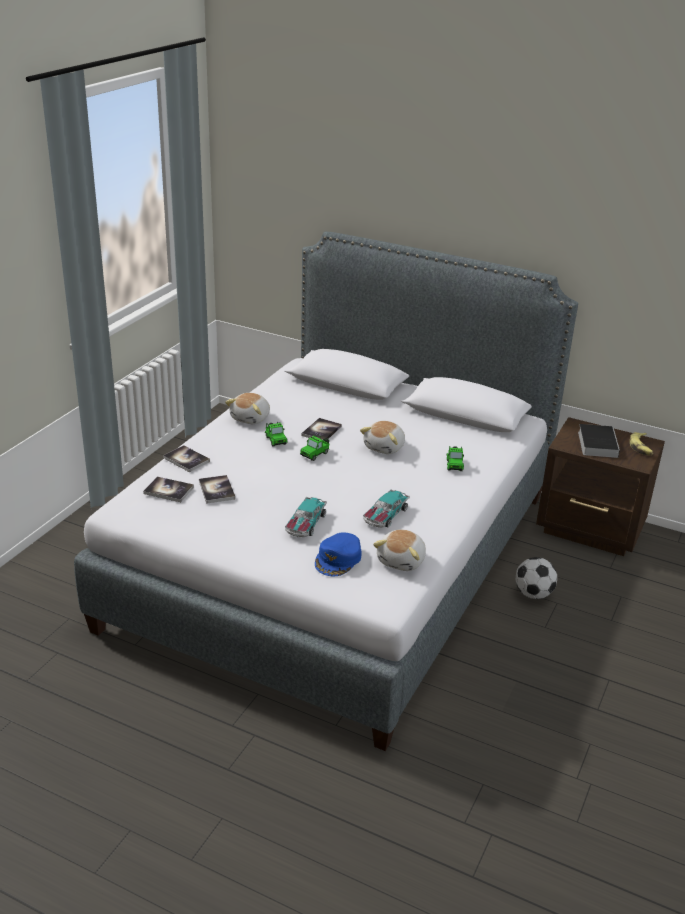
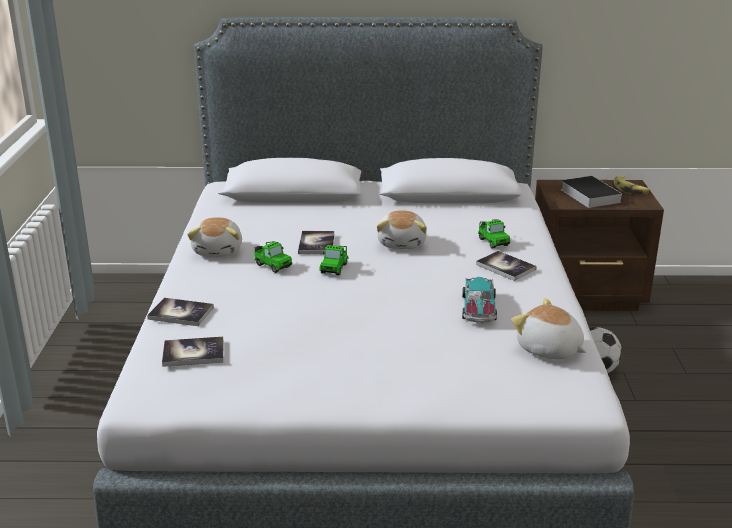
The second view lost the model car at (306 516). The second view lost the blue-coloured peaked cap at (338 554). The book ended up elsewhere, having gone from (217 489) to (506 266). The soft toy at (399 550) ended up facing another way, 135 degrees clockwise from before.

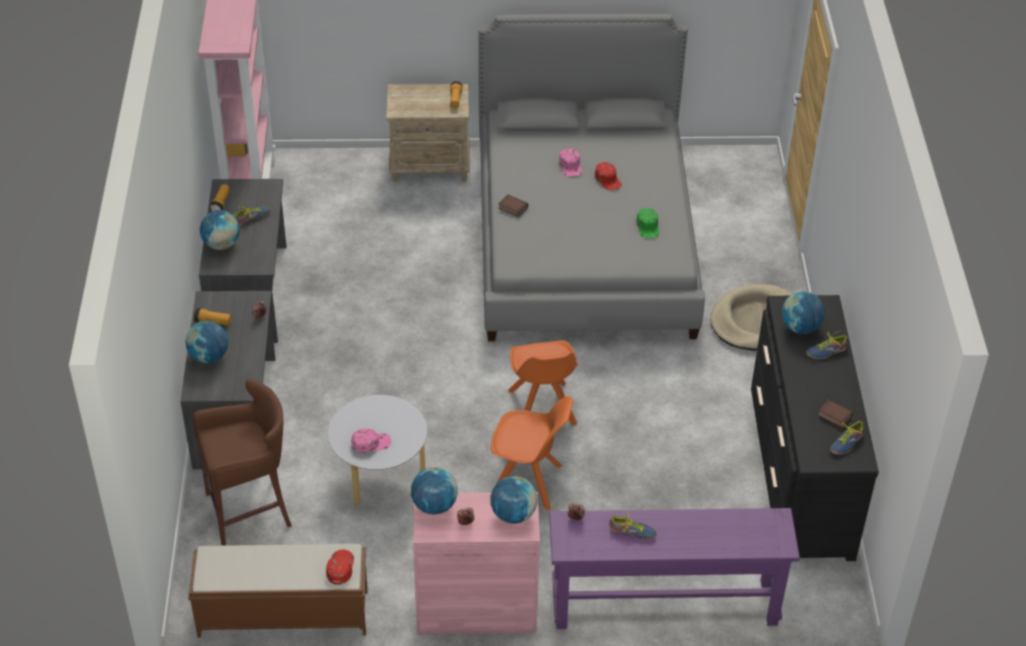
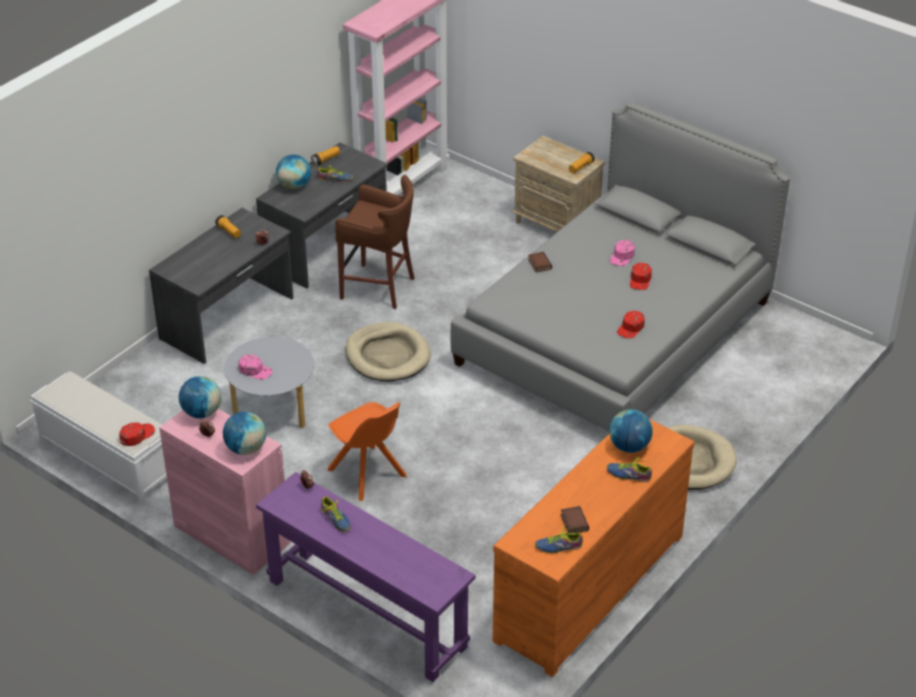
The second view lost the world globe at (207 342). The second view lost the orange plain chair at (543 383). The second view gained the beige dog bed at (388 352). The brownish sitting stool ended up elsewhere, having gone from (242 462) to (374 242). What was the brownish indoor bench at (278 591) turned into the whitish indoor bench at (98 438). What was the green peaked cap at (647 223) turned into the red-coloured peaked cap at (631 325). What was the black-coloured dresser at (815 428) turned into the orange dresser at (594 548).

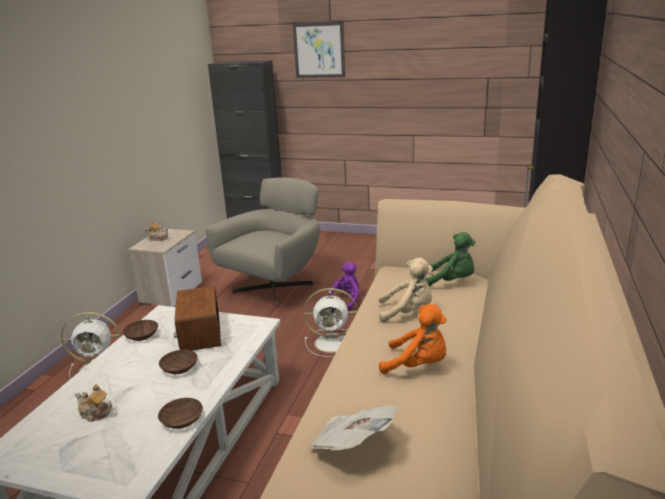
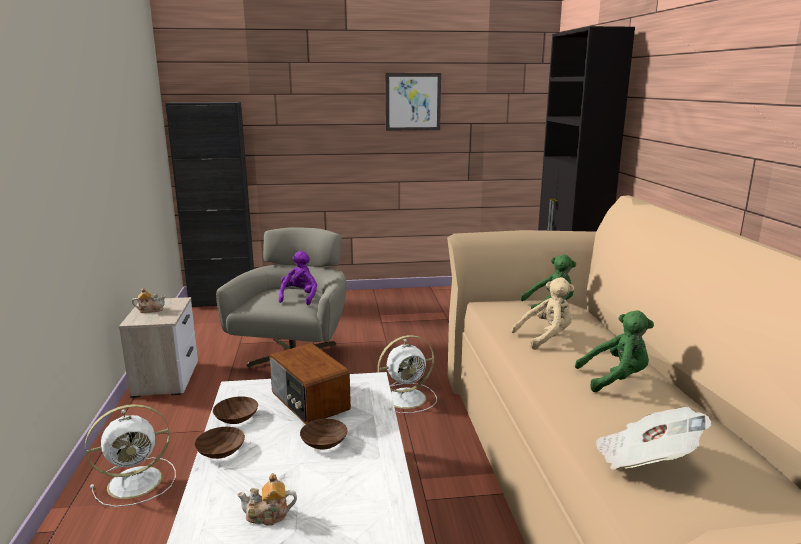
The brownish deep dish ended up elsewhere, having gone from (180 413) to (219 443). The picture ended up elsewhere, having gone from (319 49) to (413 102). The purplish soft toy ended up elsewhere, having gone from (344 286) to (298 278). What was the orange soft toy at (413 339) turned into the green soft toy at (614 351).

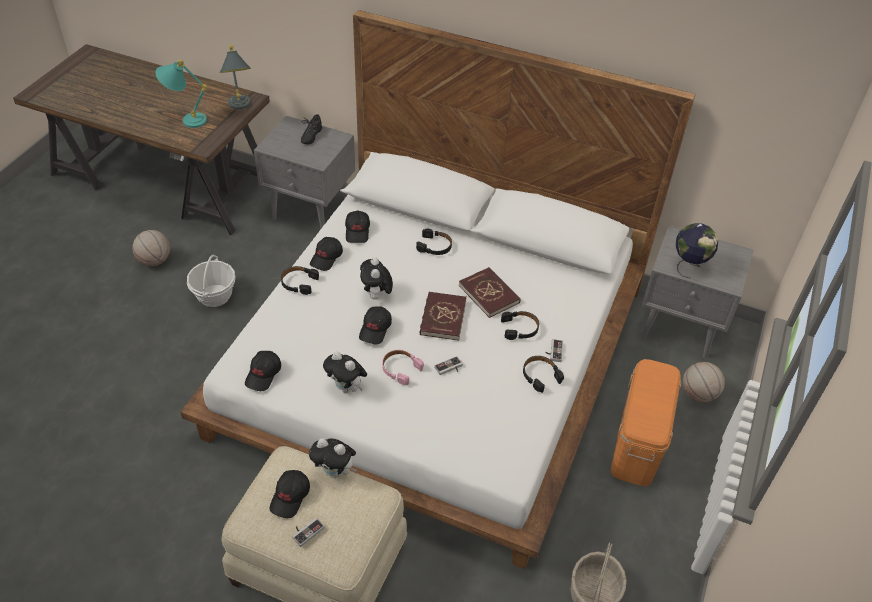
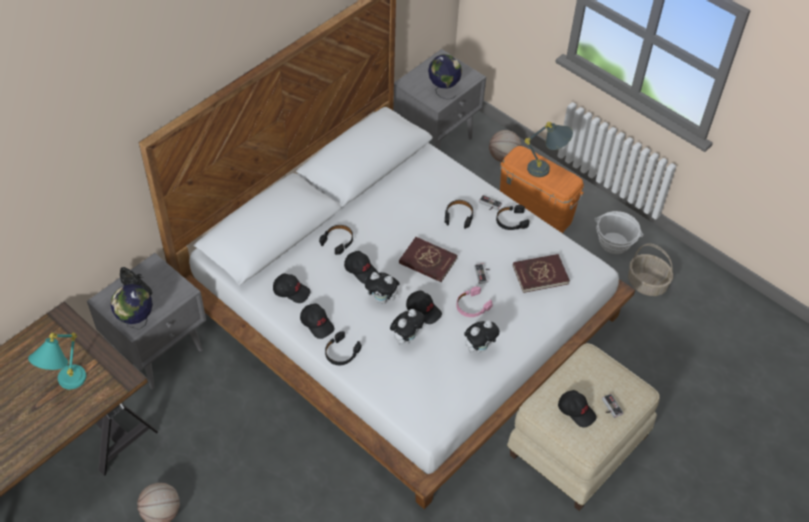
The second view gained the world globe at (132 307). The basket ended up elsewhere, having gone from (211 281) to (619 232). The gray tabletop lamp ended up elsewhere, having gone from (235 76) to (549 149). The black-coloured peaked cap ended up elsewhere, having gone from (263 371) to (361 267). The soft toy ended up elsewhere, having gone from (333 458) to (407 327). The red-coloured book ended up elsewhere, having gone from (490 292) to (541 273).

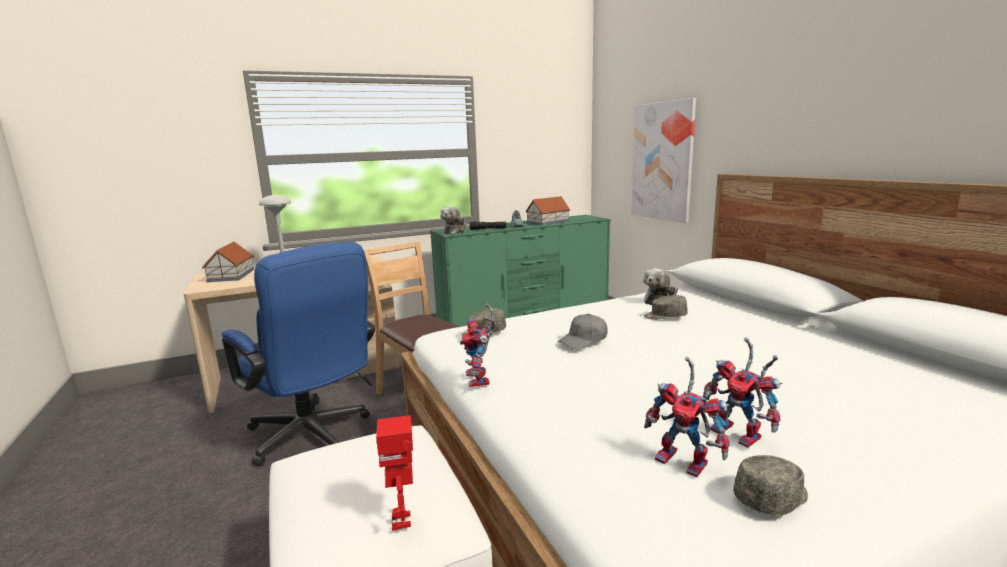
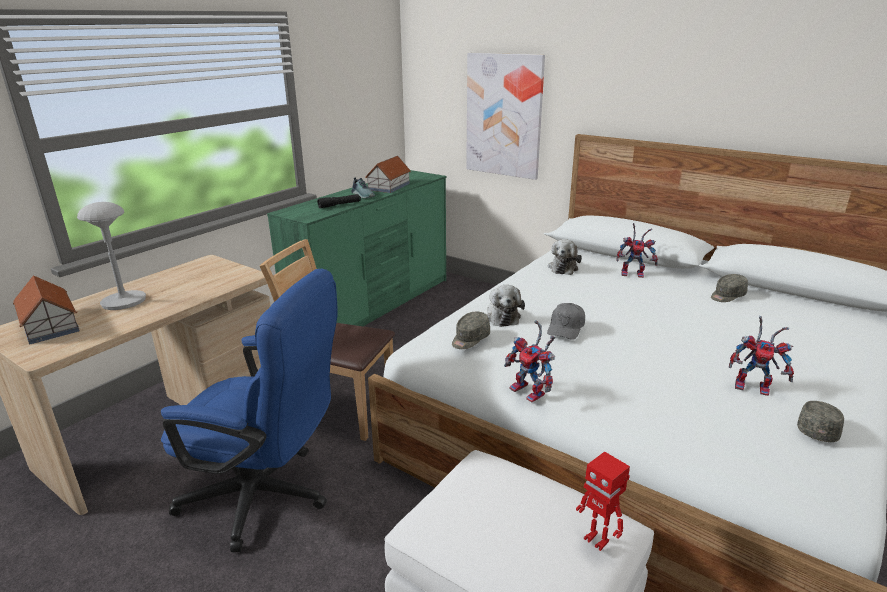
The soft toy ended up elsewhere, having gone from (453 220) to (506 306). The gray peaked cap ended up elsewhere, having gone from (666 307) to (729 288). The model robot ended up elsewhere, having gone from (687 416) to (637 250).

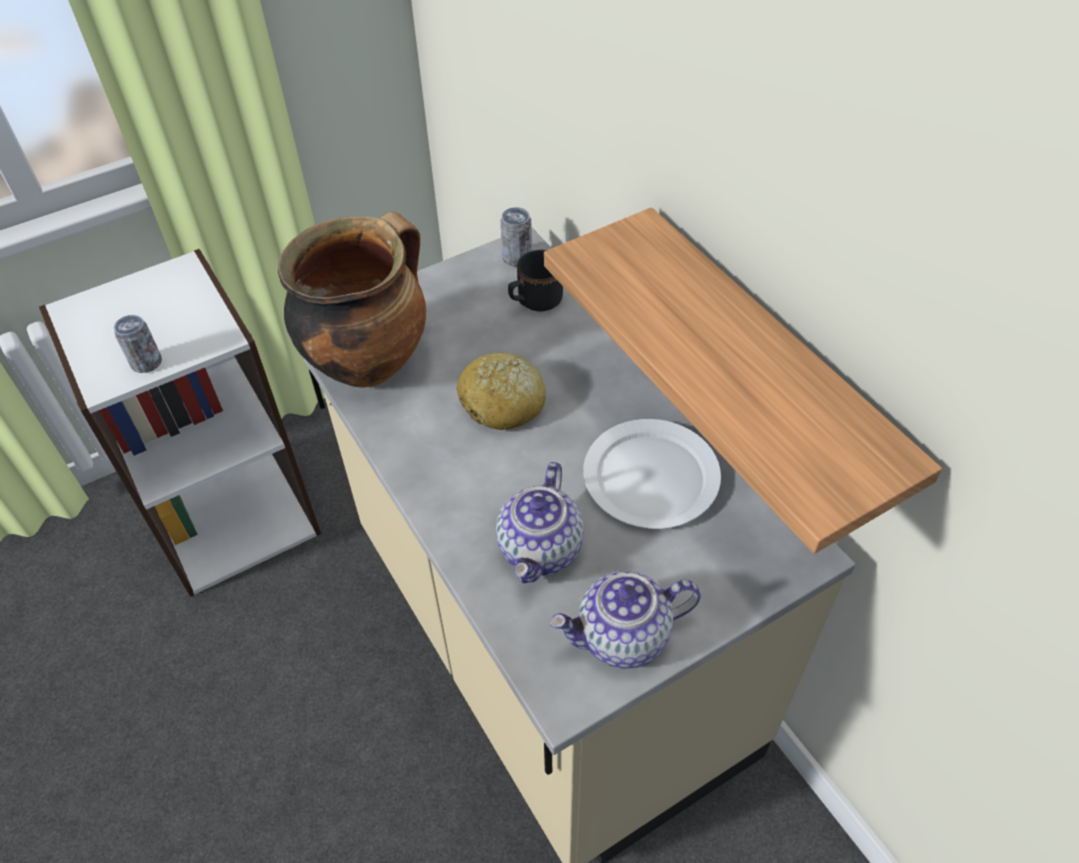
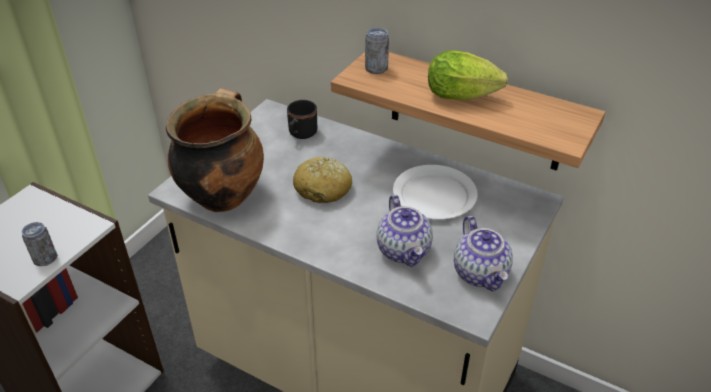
The second view gained the head of lettuce at (468 75). The metal can ended up elsewhere, having gone from (516 237) to (377 51). The pot for tea at (625 620) ended up facing another way, 60 degrees counterclockwise from before.

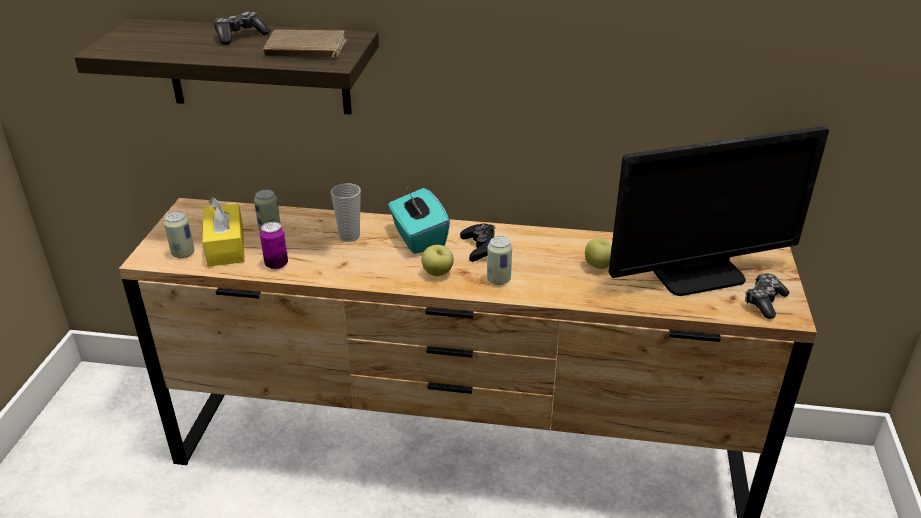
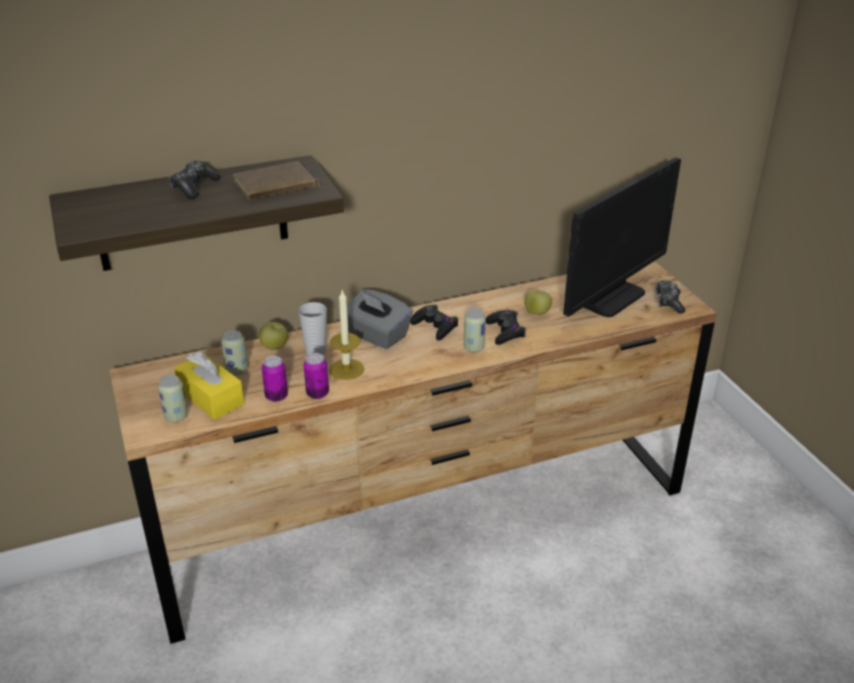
The second view gained the metal can at (316 376). The second view gained the wax candle at (346 335). The second view gained the black-coloured joypad at (506 327). The apple ended up elsewhere, having gone from (438 260) to (273 336). What was the turquoise tissue holder at (419 220) turned into the gray tissue holder at (380 319).

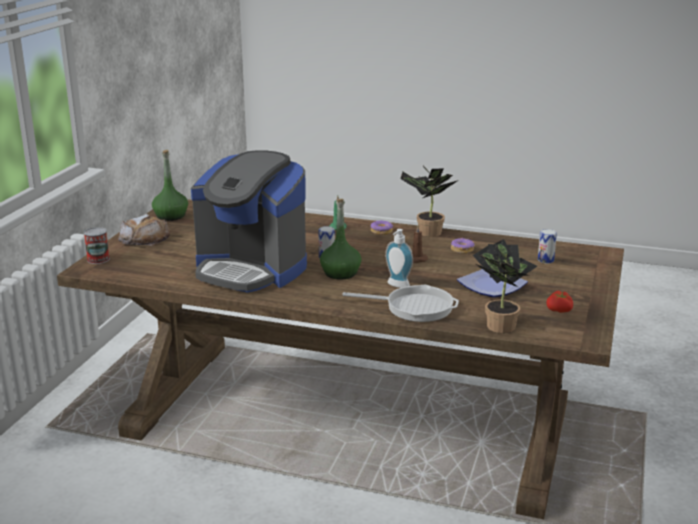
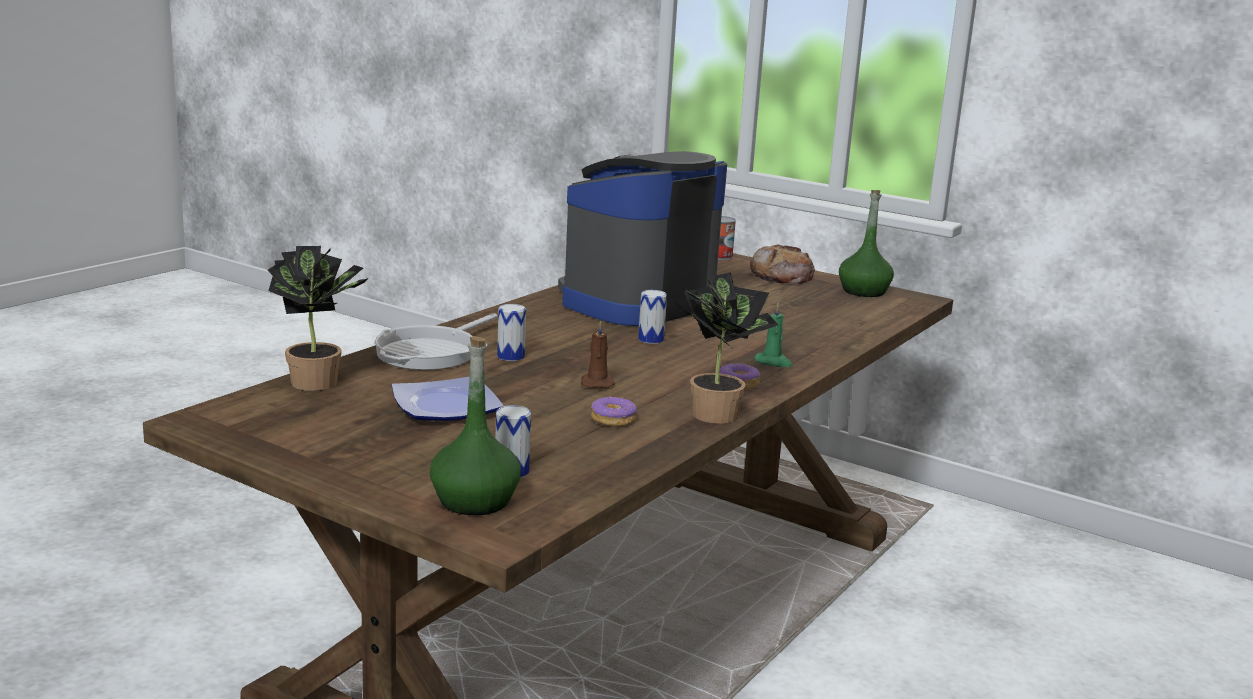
The second view lost the whole tomato at (559 302). The green bottle ended up elsewhere, having gone from (341 239) to (475 425). Where the soap bottle stood at (399 258), the metal can came to stand at (511 332).

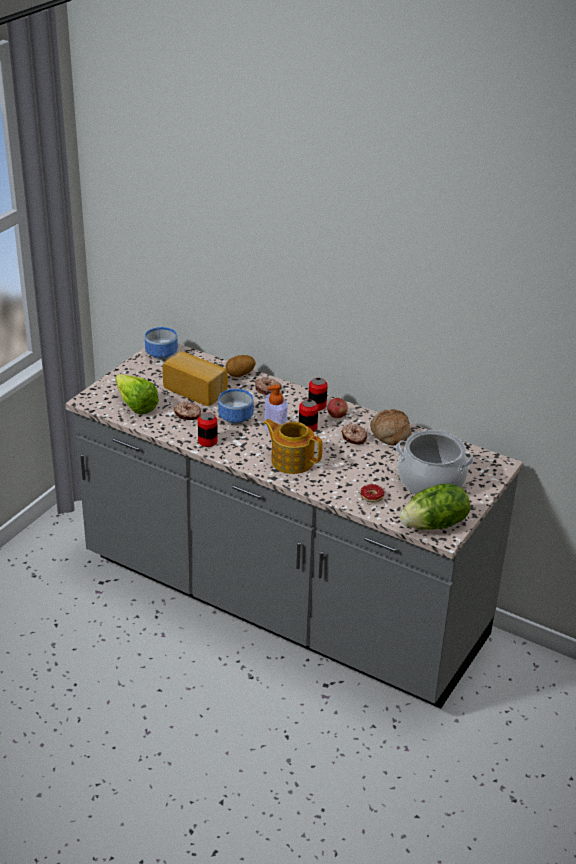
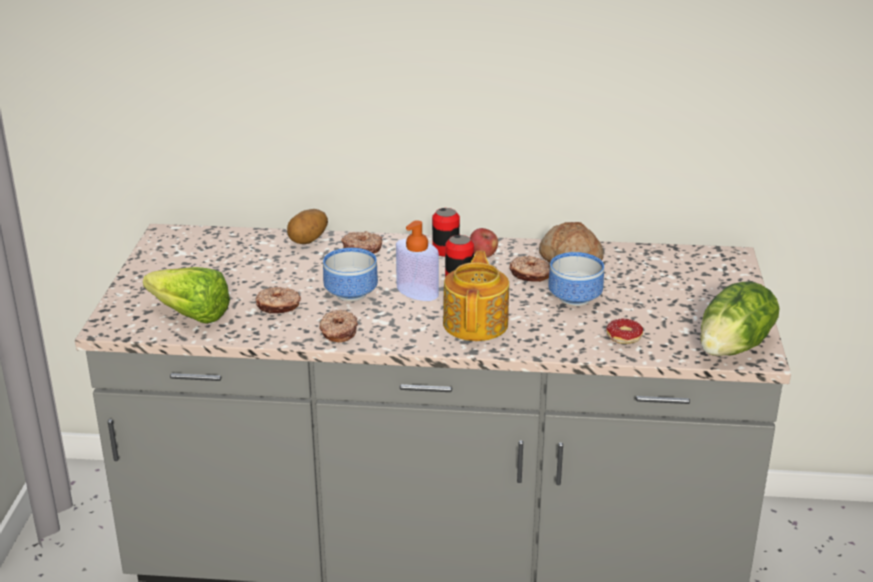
The second view lost the baked bread at (195 379). The second view lost the cooking pot at (435 462). The deep dish ended up elsewhere, having gone from (161 343) to (576 279). Where the metal can stood at (208 429), the doughnut came to stand at (338 326). The pot for tea at (293 446) ended up facing another way, 90 degrees clockwise from before.

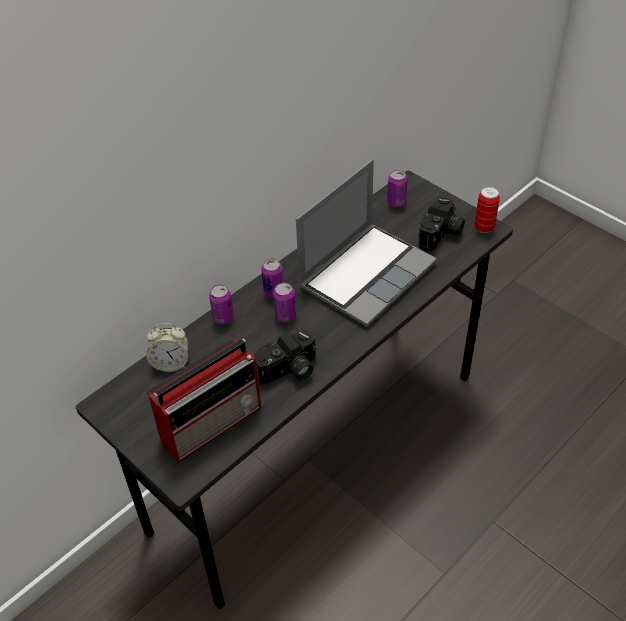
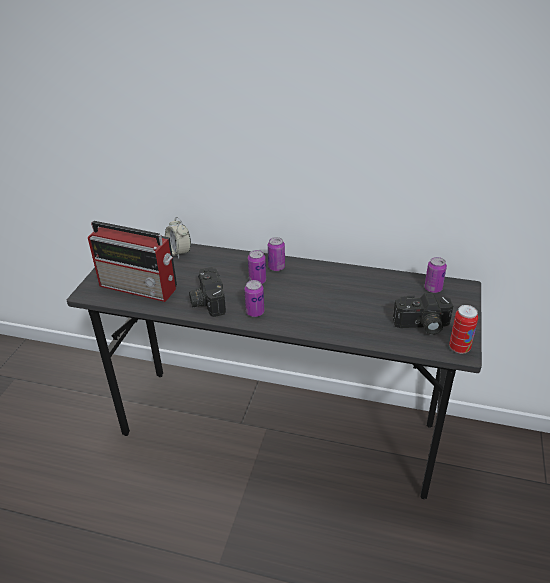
The second view lost the laptop at (366 243). The metal can ended up elsewhere, having gone from (221 304) to (254 298). The photo camera at (284 357) ended up facing another way, 45 degrees clockwise from before.

